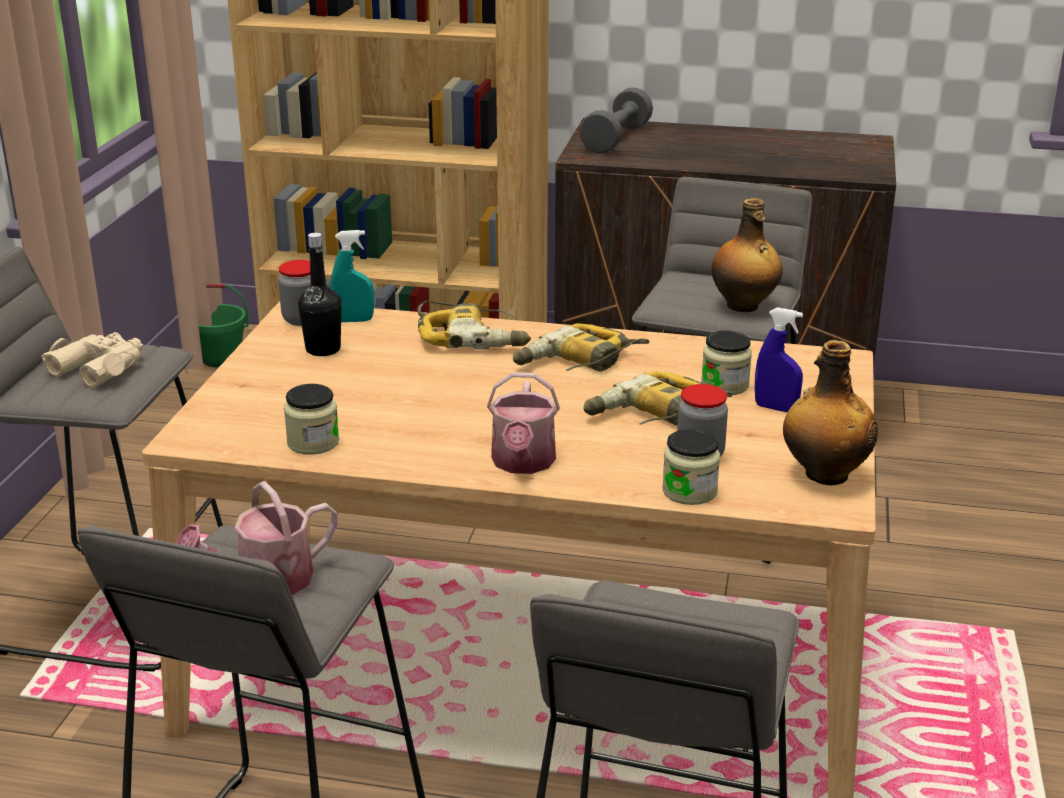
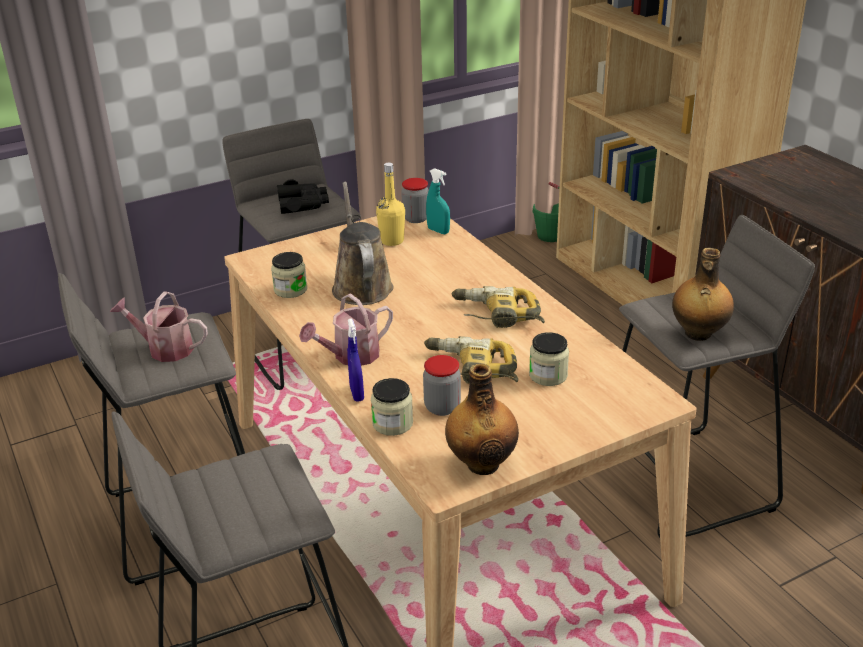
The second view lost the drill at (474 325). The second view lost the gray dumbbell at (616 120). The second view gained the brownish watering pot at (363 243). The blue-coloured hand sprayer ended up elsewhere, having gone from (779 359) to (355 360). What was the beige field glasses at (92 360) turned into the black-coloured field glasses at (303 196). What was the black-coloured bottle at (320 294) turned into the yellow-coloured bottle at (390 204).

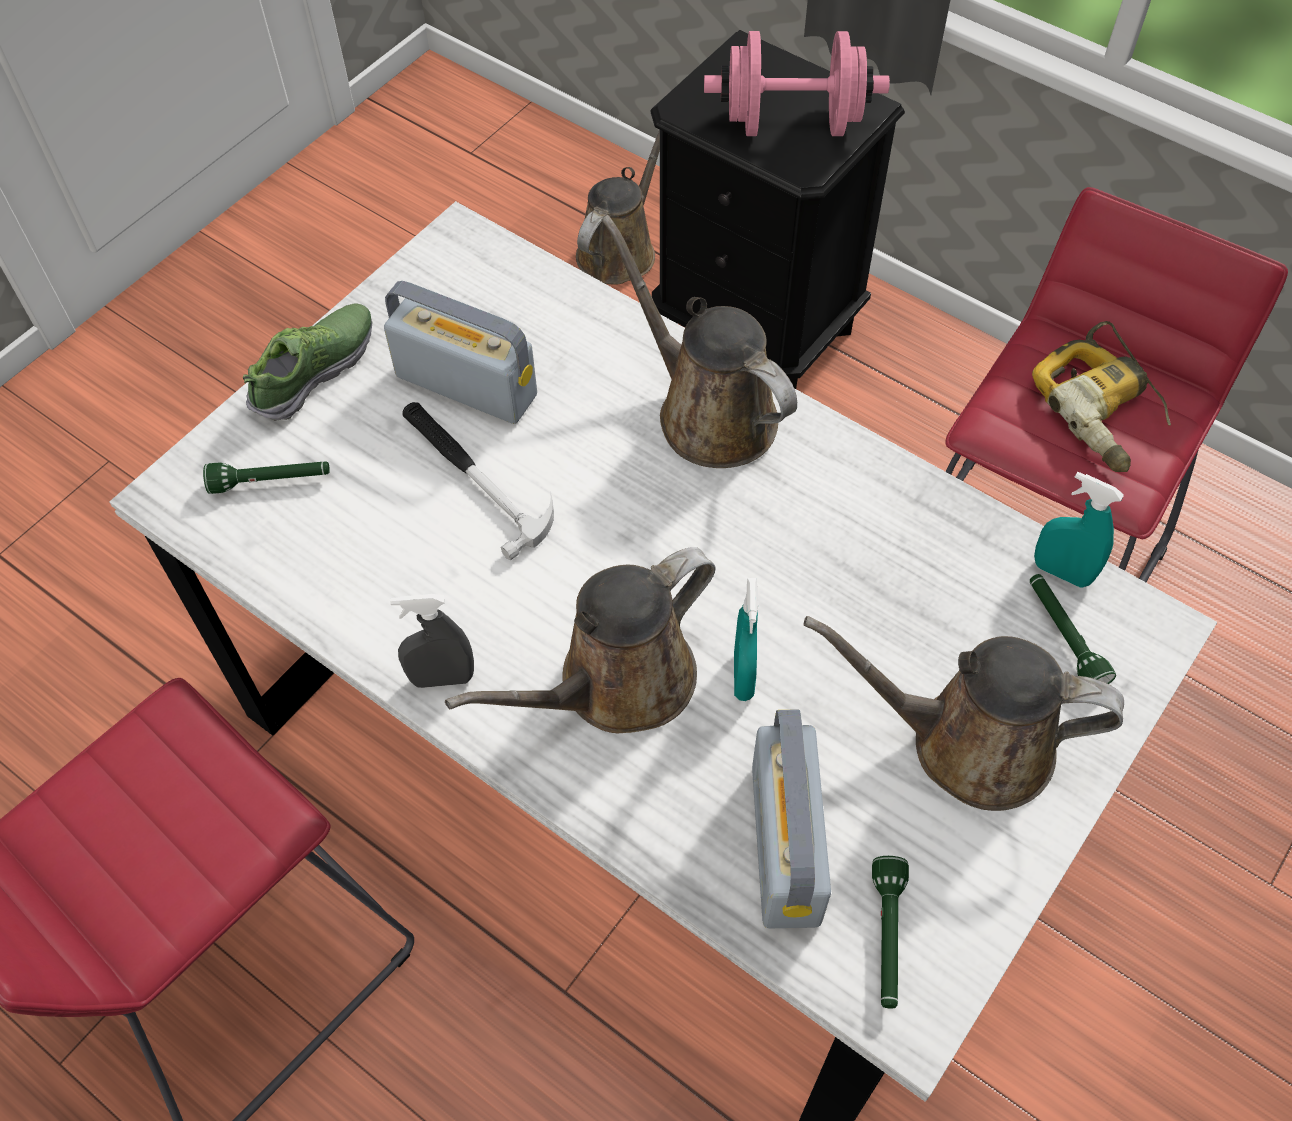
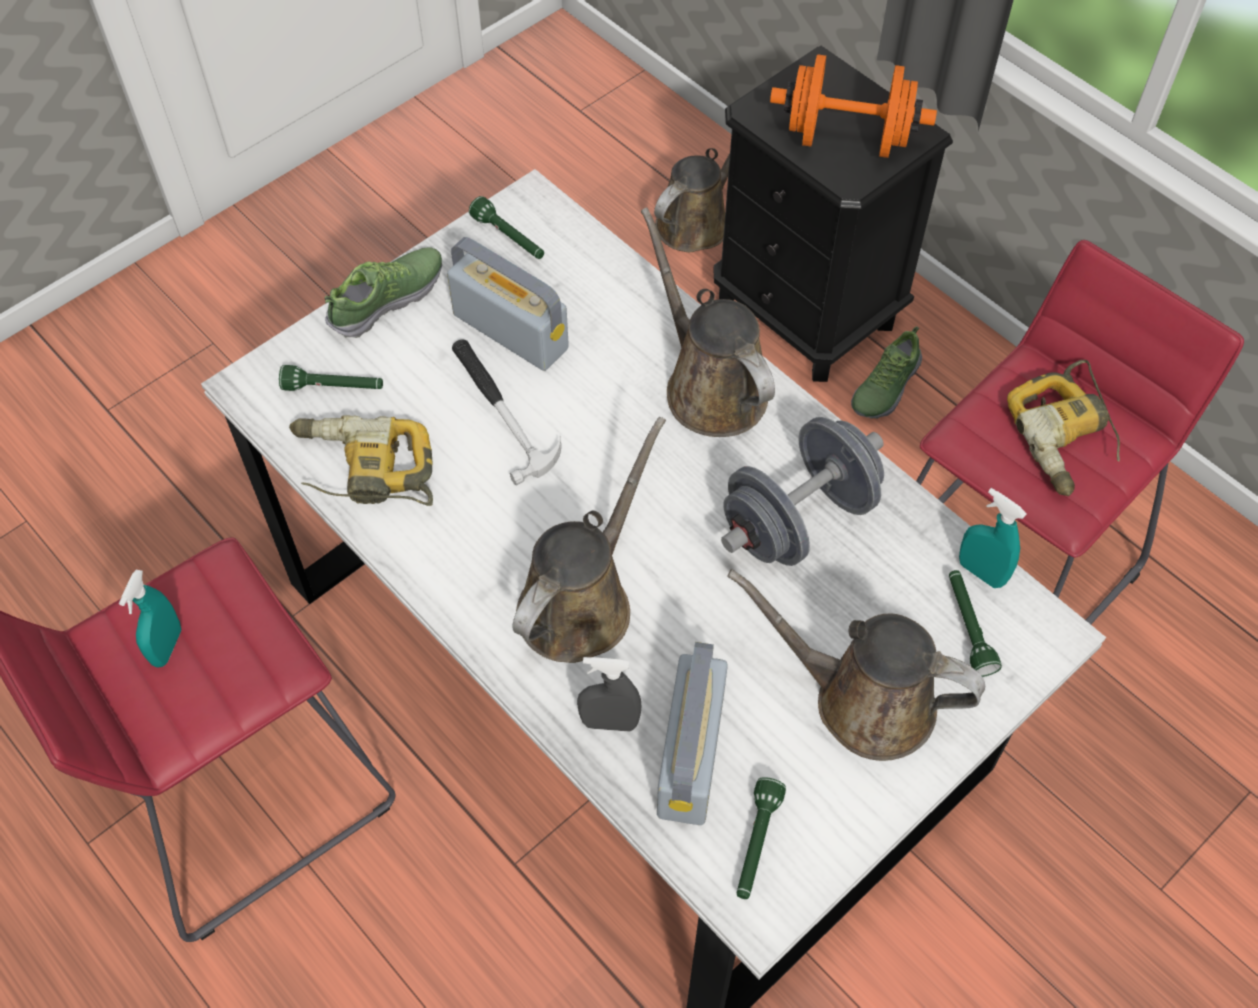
The second view gained the drill at (361 460). The second view gained the green flashlight at (506 227). The second view gained the gray dumbbell at (802 491). The second view gained the shoe at (886 372). The gray hand sprayer ended up elsewhere, having gone from (432 641) to (609 694). The turquoise hand sprayer ended up elsewhere, having gone from (746 639) to (150 619). What was the pinkish dumbbell at (797 83) turned into the orange dumbbell at (853 106). The brownish watering pot at (580 640) ended up facing another way, 150 degrees clockwise from before.

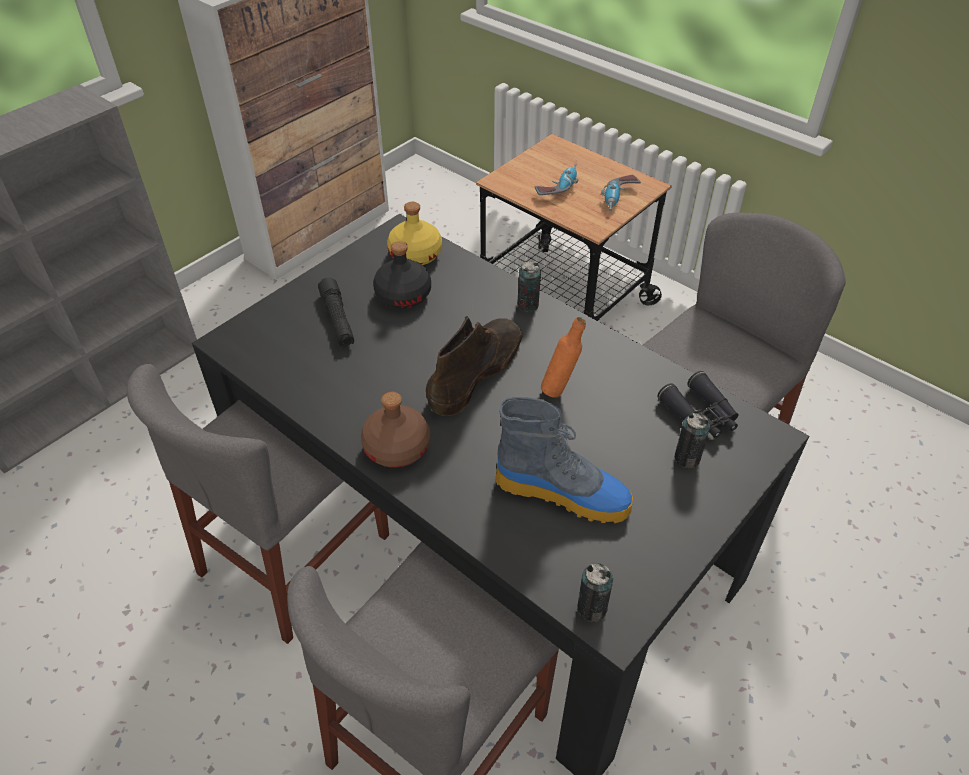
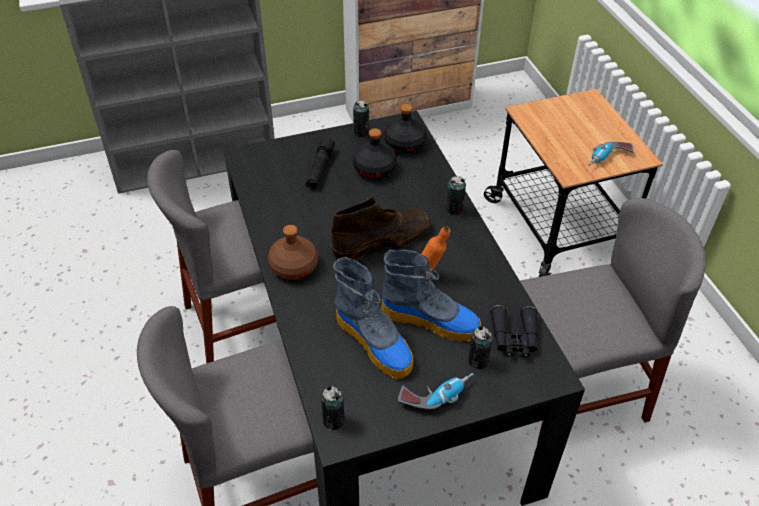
The second view gained the metal can at (361 118). The second view gained the high-top boot at (431 296). The drill ended up elsewhere, having gone from (556 179) to (436 391). What was the yellow-coloured bottle at (414 233) turned into the black-coloured bottle at (405 128).

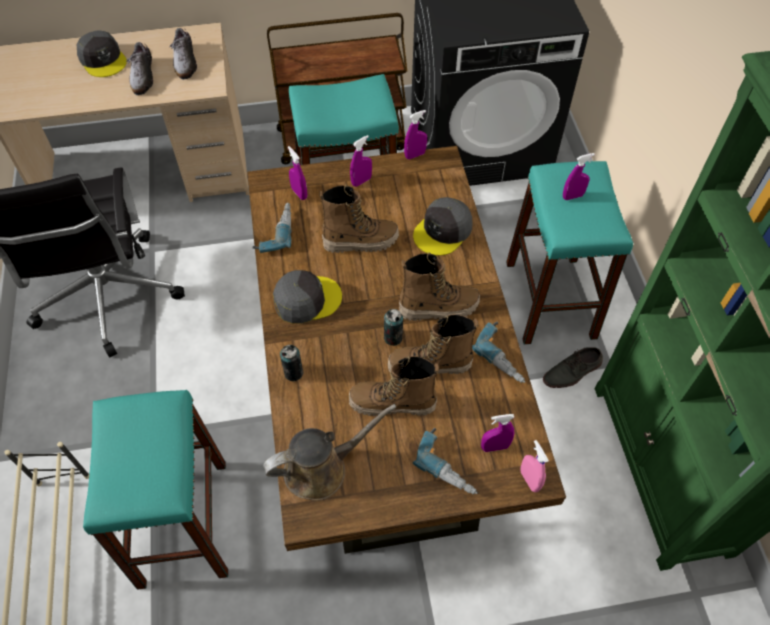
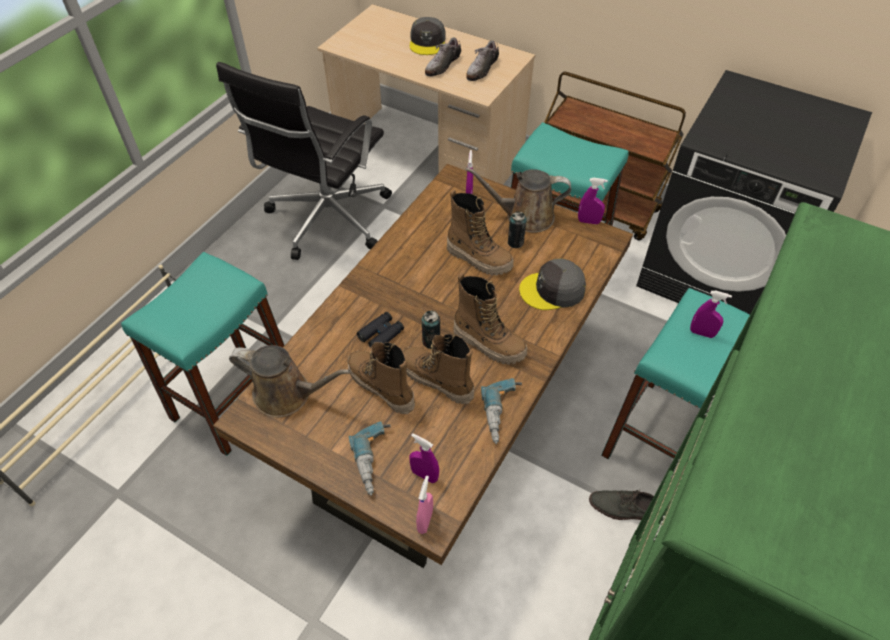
The second view lost the drill at (272 228). The second view lost the gray peaked cap at (307 297). The second view gained the black-coloured field glasses at (380 329). The metal can ended up elsewhere, having gone from (292 363) to (517 230). Where the purplish hand sprayer stood at (361 161), the brownish watering pot came to stand at (518 200).

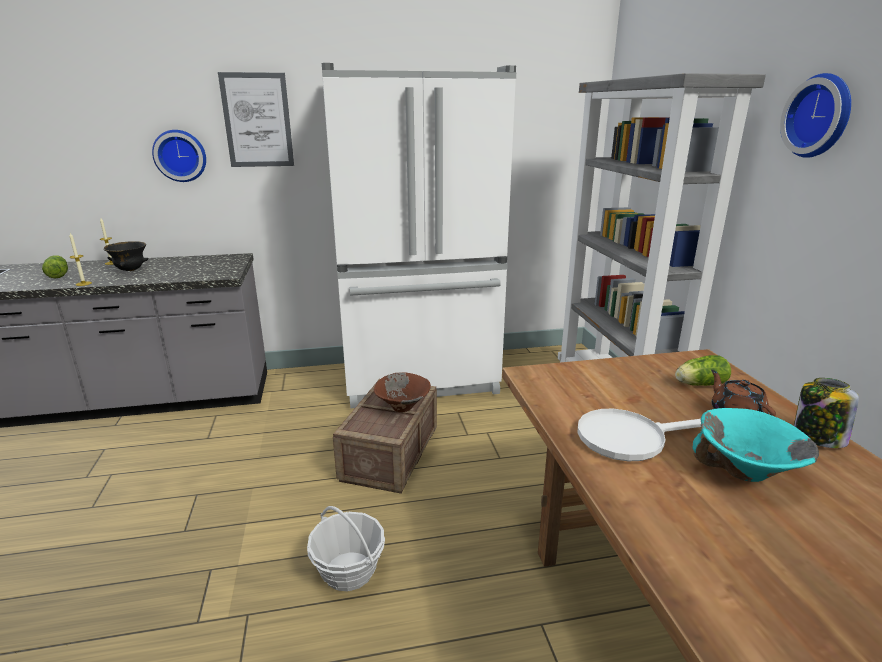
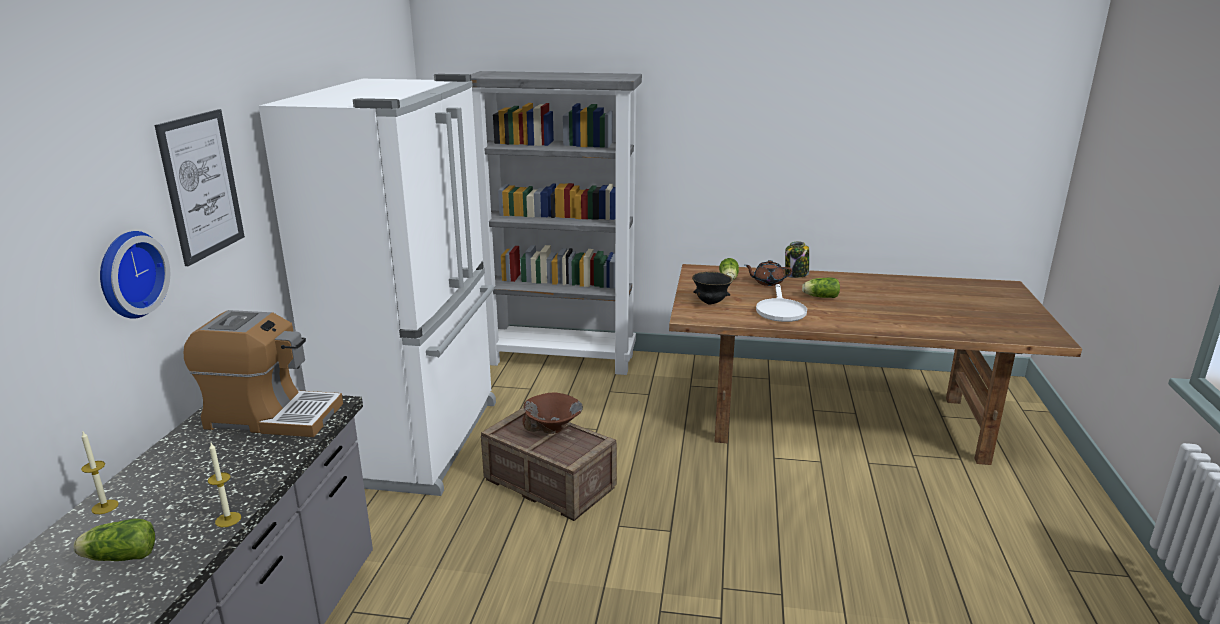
The second view lost the basket at (346 548). The second view lost the clock on the wall at (815 115). The second view gained the coffee maker at (263 373). The black-coloured deep dish ended up elsewhere, having gone from (126 256) to (712 288). Where the turquoise deep dish stood at (755 445), the head of lettuce came to stand at (821 288).

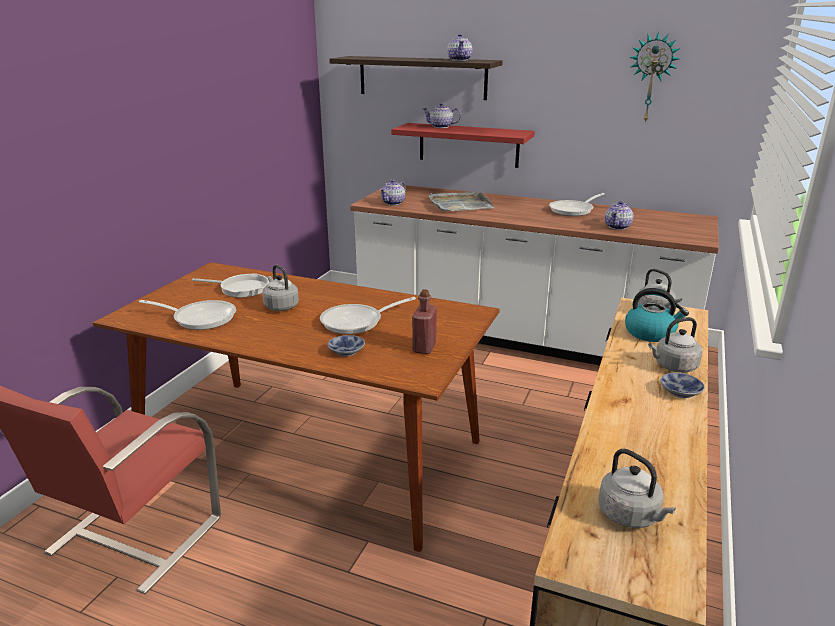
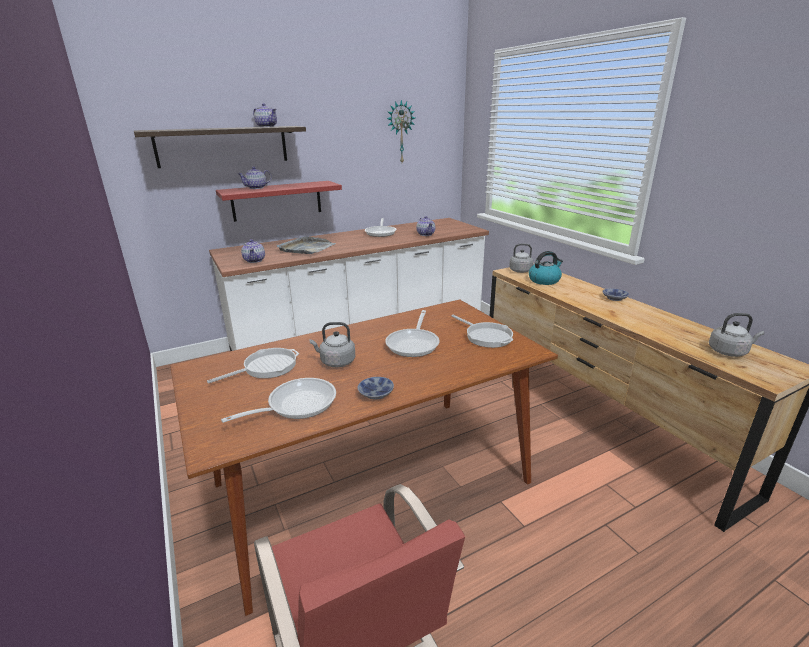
The second view lost the gray kettle at (675 345). The deep dish ended up elsewhere, having gone from (346 346) to (375 388). Where the red-coloured bottle stood at (424 321), the frying pan came to stand at (482 331).

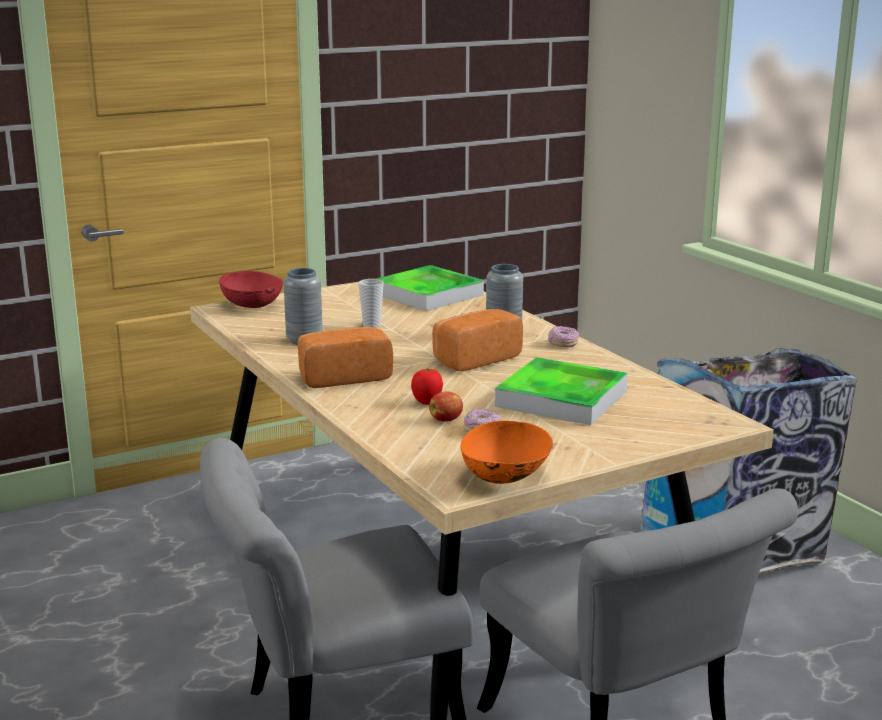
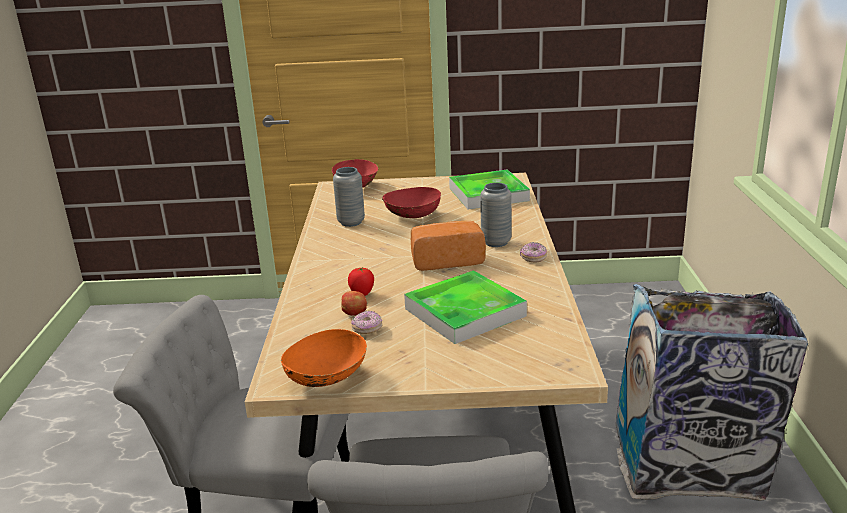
The second view lost the baked bread at (345 357). Where the drinking cup stood at (371 303), the red-coloured deep dish came to stand at (411 202).

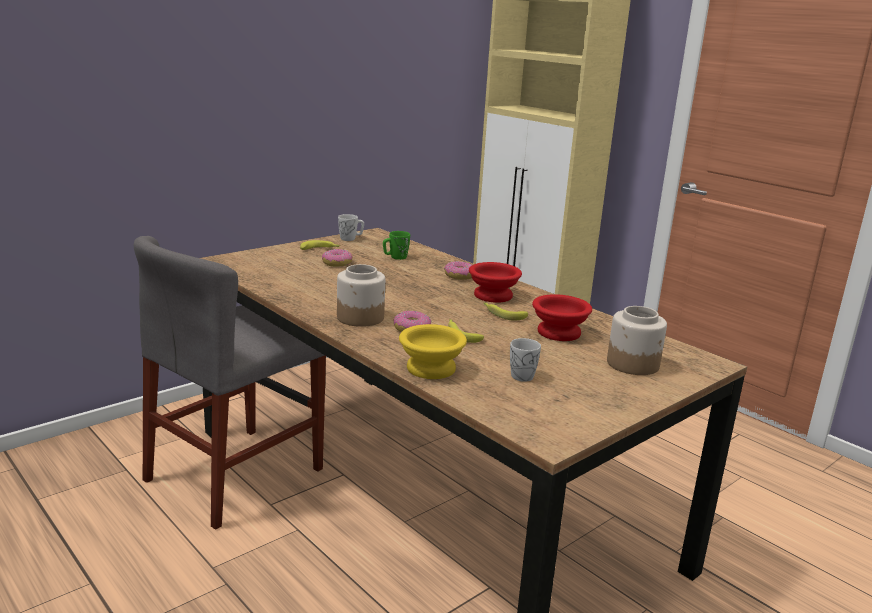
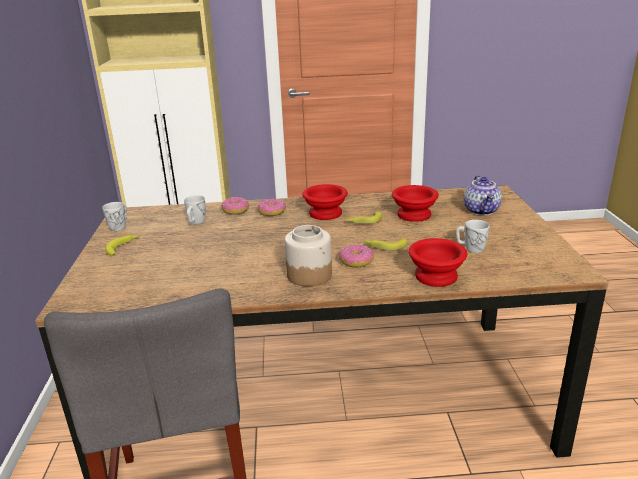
The doughnut ended up elsewhere, having gone from (337 258) to (235 206). Where the storage jar stood at (637 340), the pot for tea came to stand at (483 195). What was the green tea mug at (396 245) turned into the whitish tea mug at (195 209). What was the yellow-coloured deep dish at (433 351) turned into the red-coloured deep dish at (437 262).

